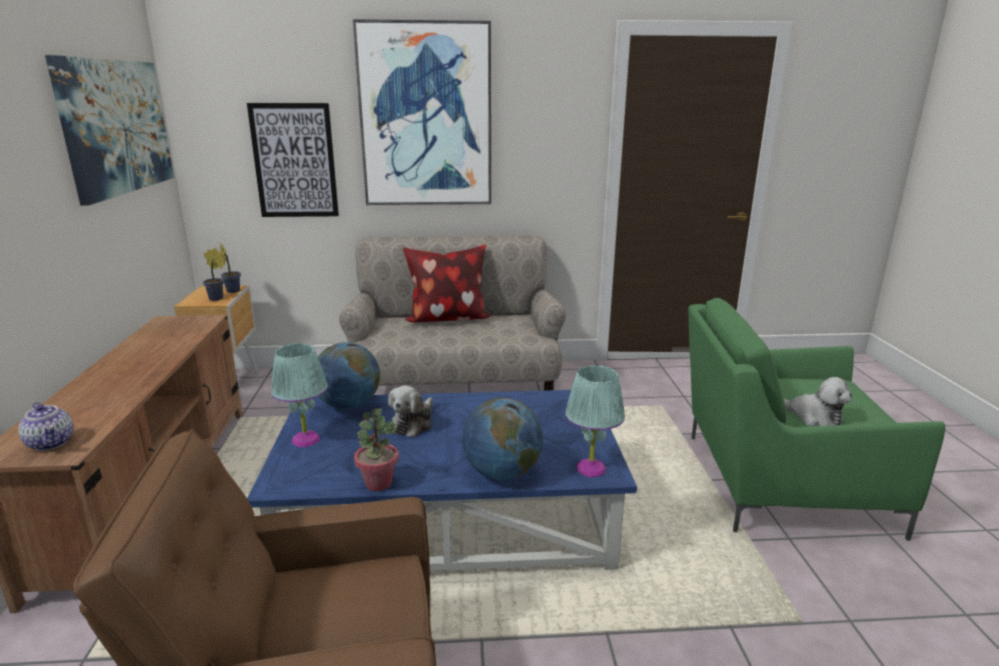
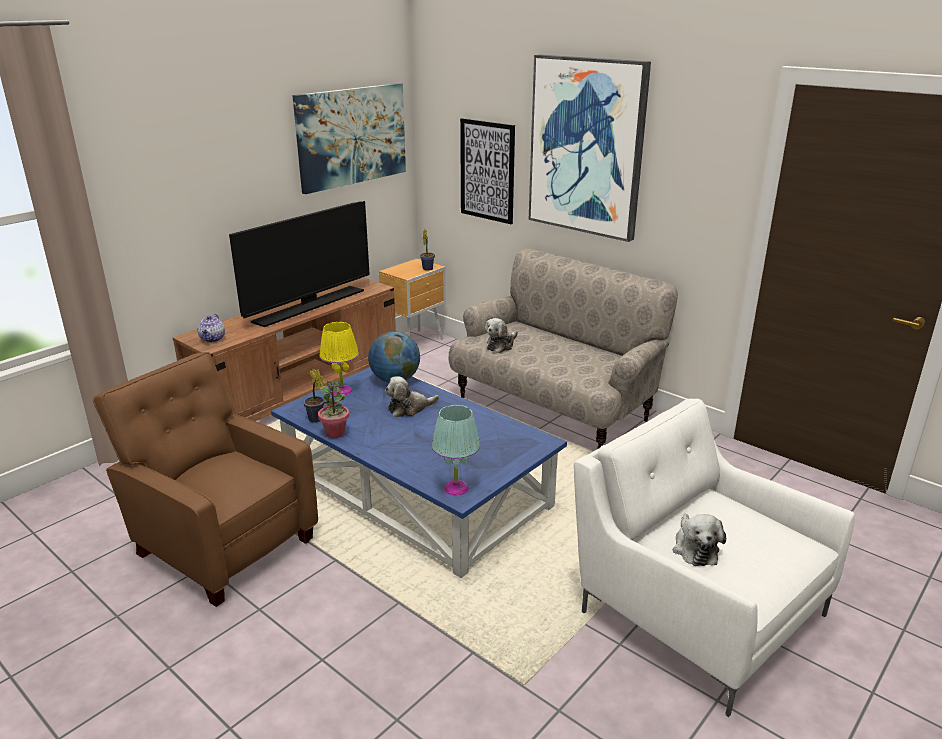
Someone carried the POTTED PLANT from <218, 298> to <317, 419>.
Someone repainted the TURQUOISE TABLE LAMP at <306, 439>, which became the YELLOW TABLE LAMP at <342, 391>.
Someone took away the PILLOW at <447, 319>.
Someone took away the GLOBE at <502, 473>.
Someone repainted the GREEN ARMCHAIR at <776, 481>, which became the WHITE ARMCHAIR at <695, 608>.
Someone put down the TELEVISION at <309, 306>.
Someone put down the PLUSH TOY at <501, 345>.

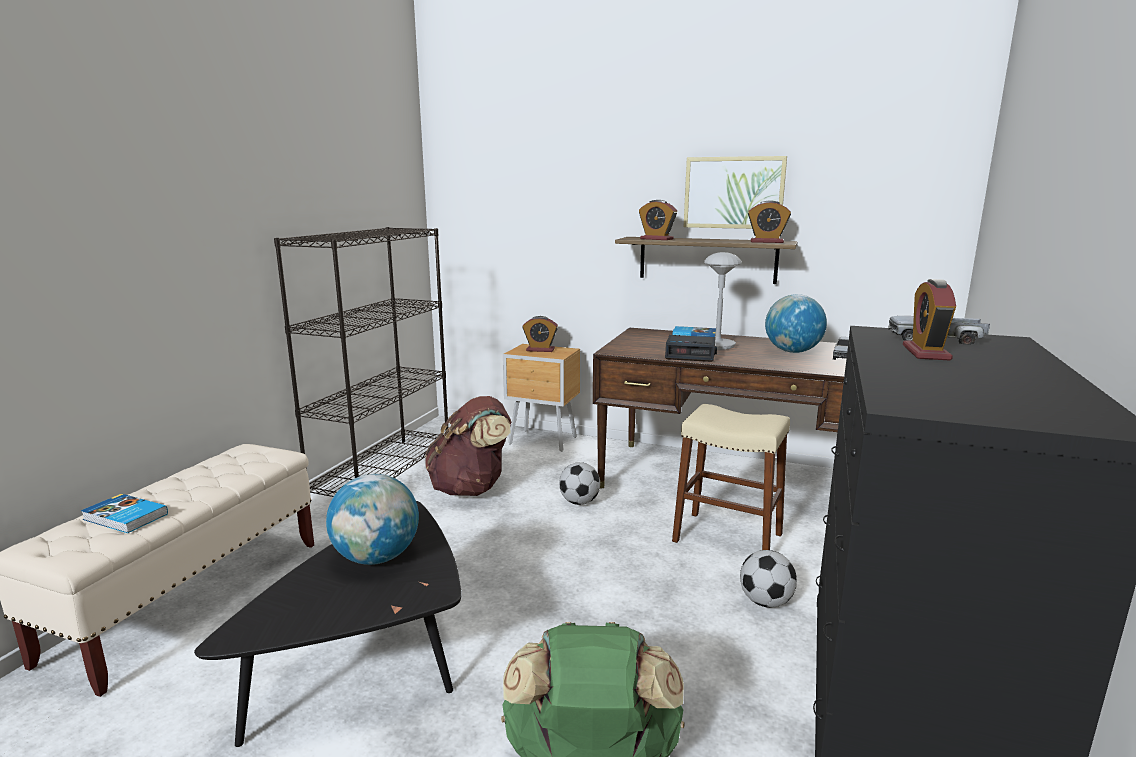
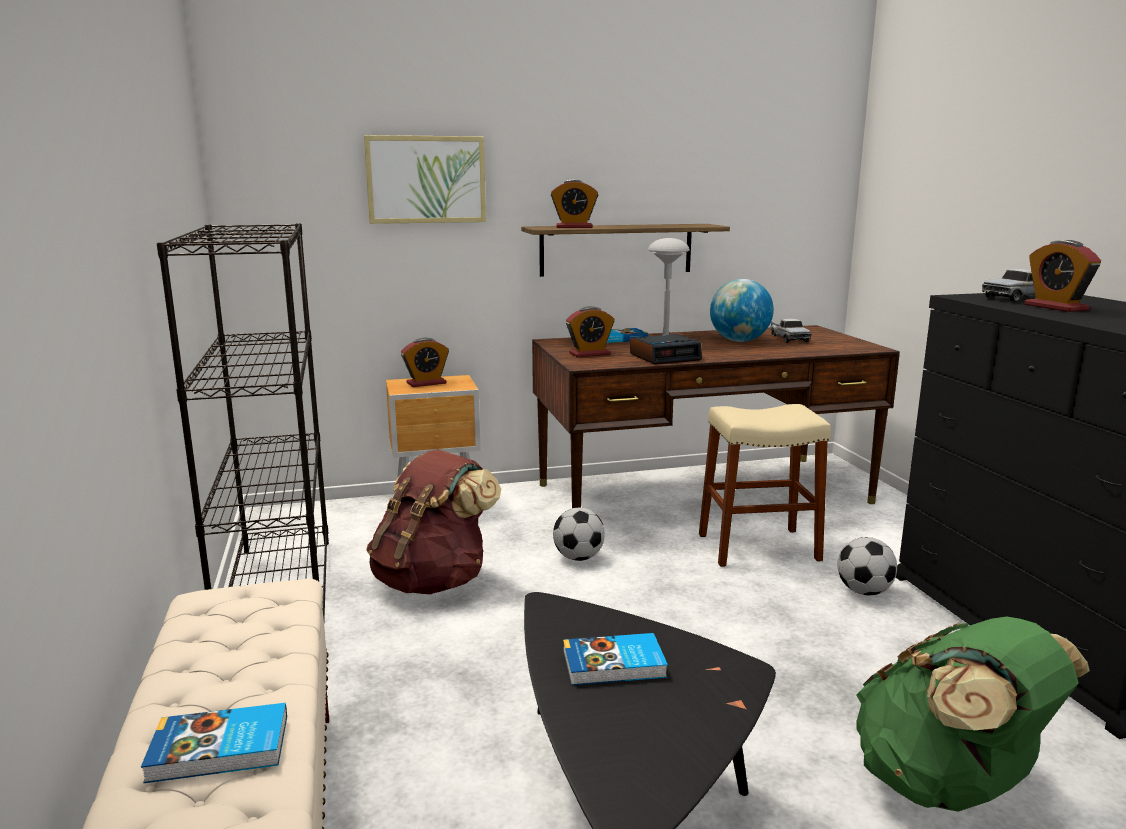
Someone swapped the GLOBE at <377, 557> for the BOOK at <614, 665>.
Someone carried the PICTURE from <733, 192> to <426, 179>.
Someone carried the ALARM CLOCK from <766, 242> to <589, 354>.

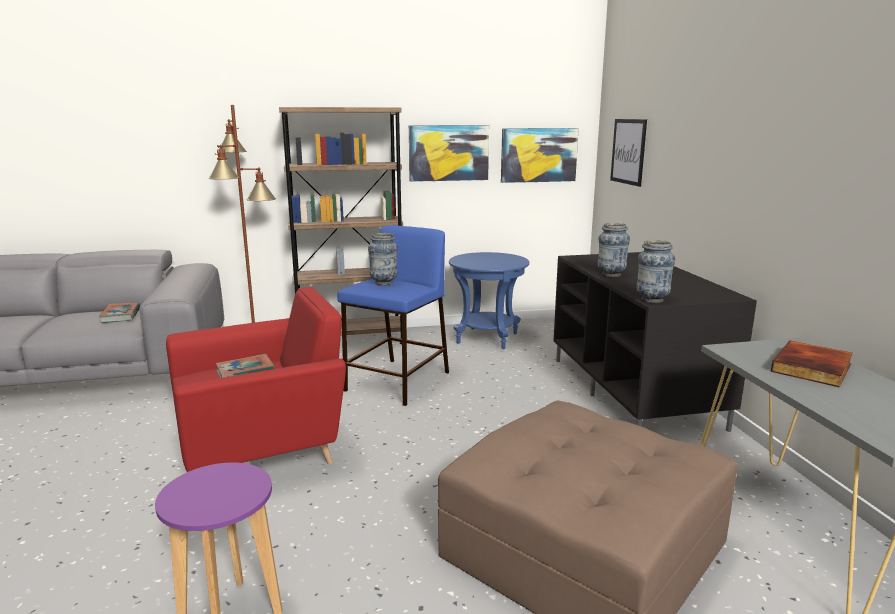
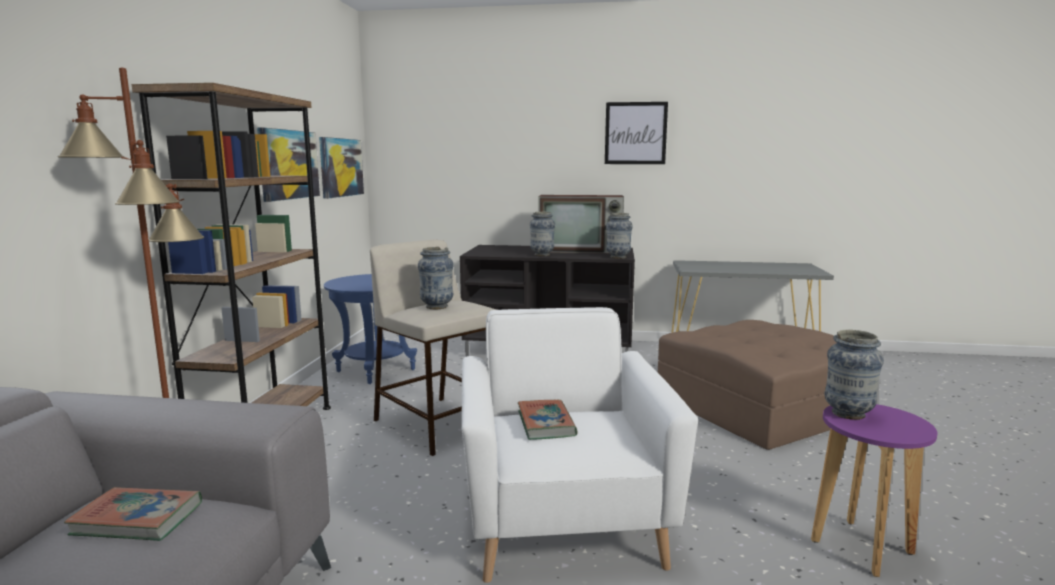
Someone repainted the RED ARMCHAIR at <263, 453>, which became the WHITE ARMCHAIR at <563, 518>.
Someone repainted the BLUE STOOL at <397, 382>, which became the BEIGE STOOL at <439, 425>.
Someone carried the PICTURE from <628, 151> to <635, 133>.
Someone took away the BOOK at <813, 368>.
Someone put down the TELEVISION at <582, 250>.
Someone put down the VASE at <848, 414>.

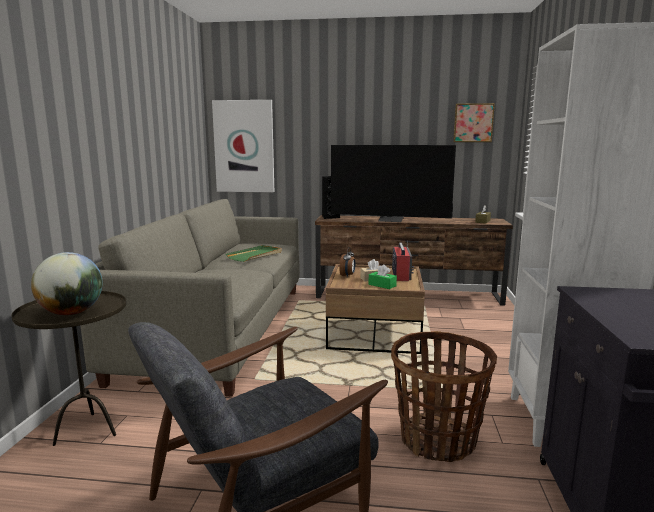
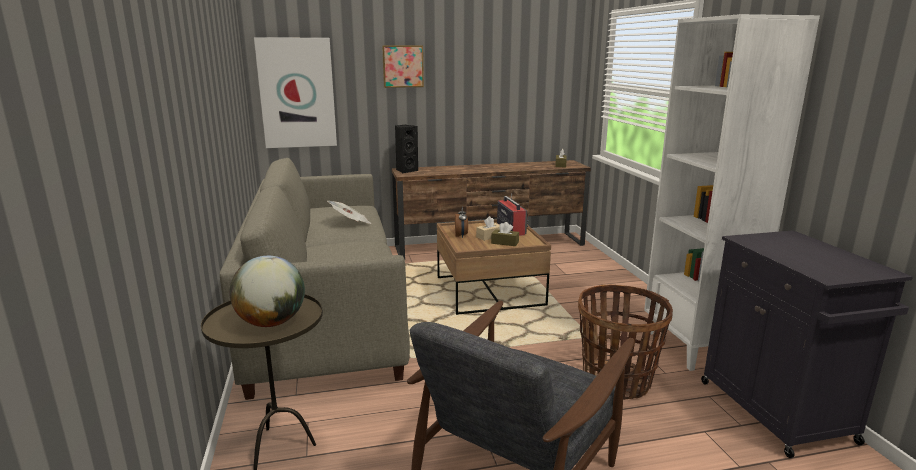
Someone swapped the GREEN TRAY at <255, 255> for the NEWSPAPER at <350, 223>.
Someone took away the TELEVISION at <390, 220>.
Someone repainted the GREEN TISSUE BOX at <382, 285>, which became the BROWN TISSUE BOX at <505, 243>.
Someone carried the PICTURE from <473, 123> to <402, 66>.

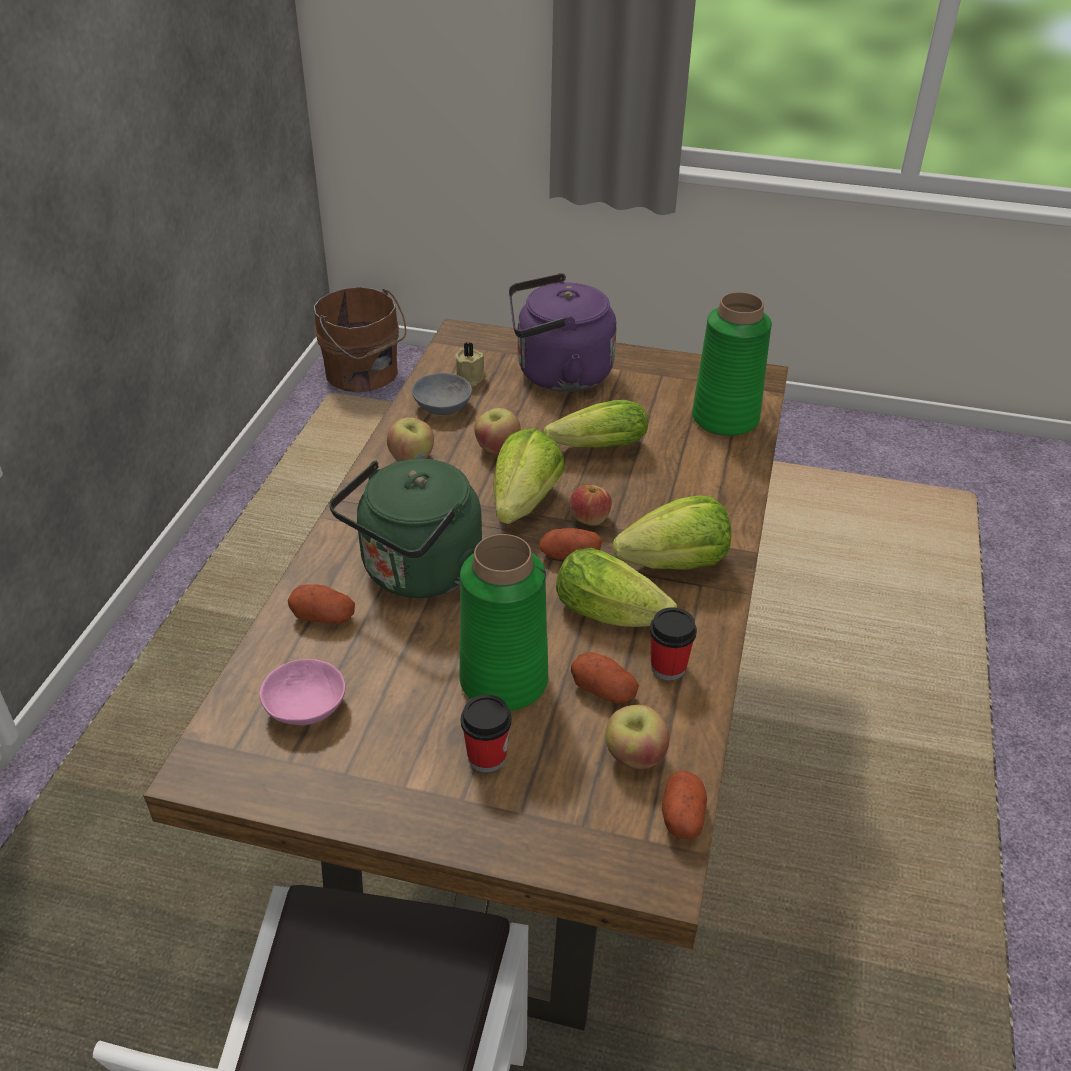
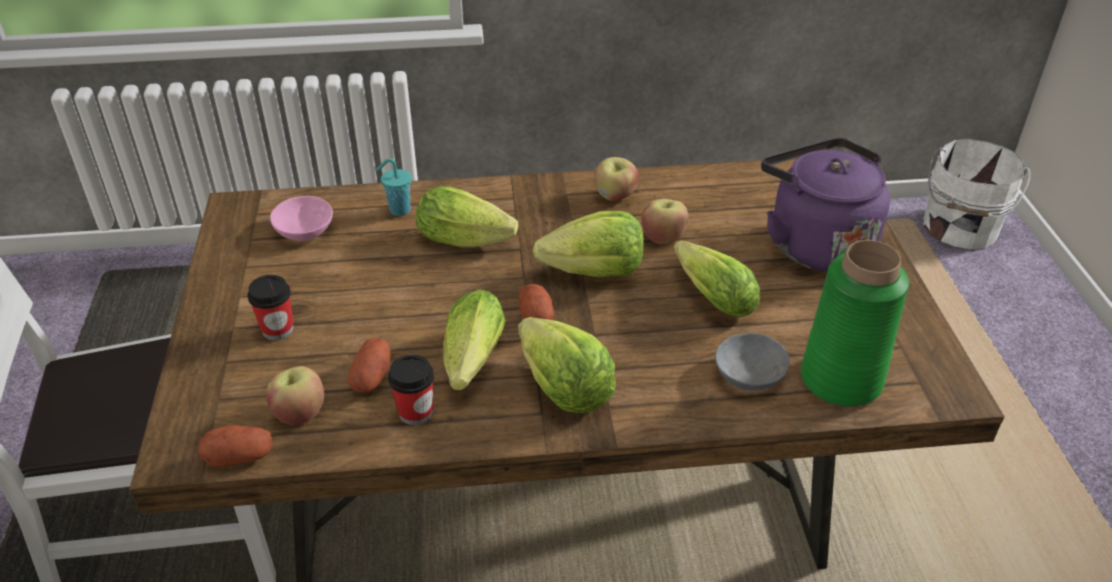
Someone swapped the POTATO at <324, 617> for the TURQUOISE CUP at <398, 210>.
Someone repainted the BROWN BUCKET at <363, 374>, which became the WHITE BUCKET at <959, 228>.
Someone swapped the GREEN KETTLE at <418, 573> for the LETTUCE at <469, 240>.
Someone carried the GREY BOWL from <440, 406> to <747, 373>.
Someone took away the BEIGE CANDLE at <471, 378>.
Someone took away the GREEN VASE at <503, 680>.
Someone took away the APPLE at <589, 518>.

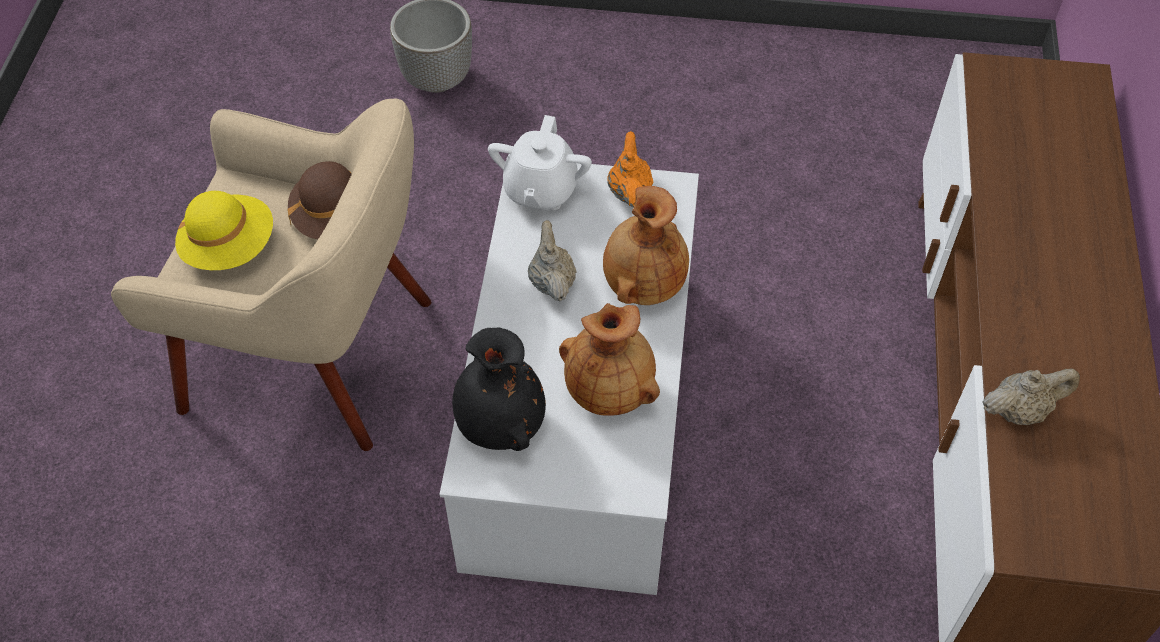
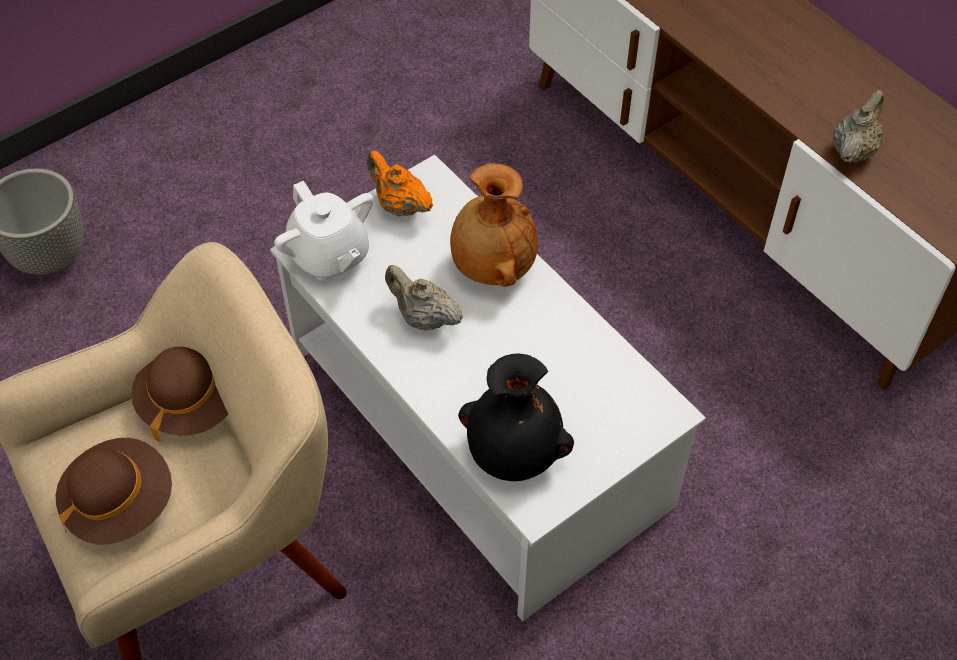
Someone repainted the YELLOW HAT at <229, 247>, which became the BROWN HAT at <120, 503>.
Someone took away the BROWN VASE at <610, 389>.

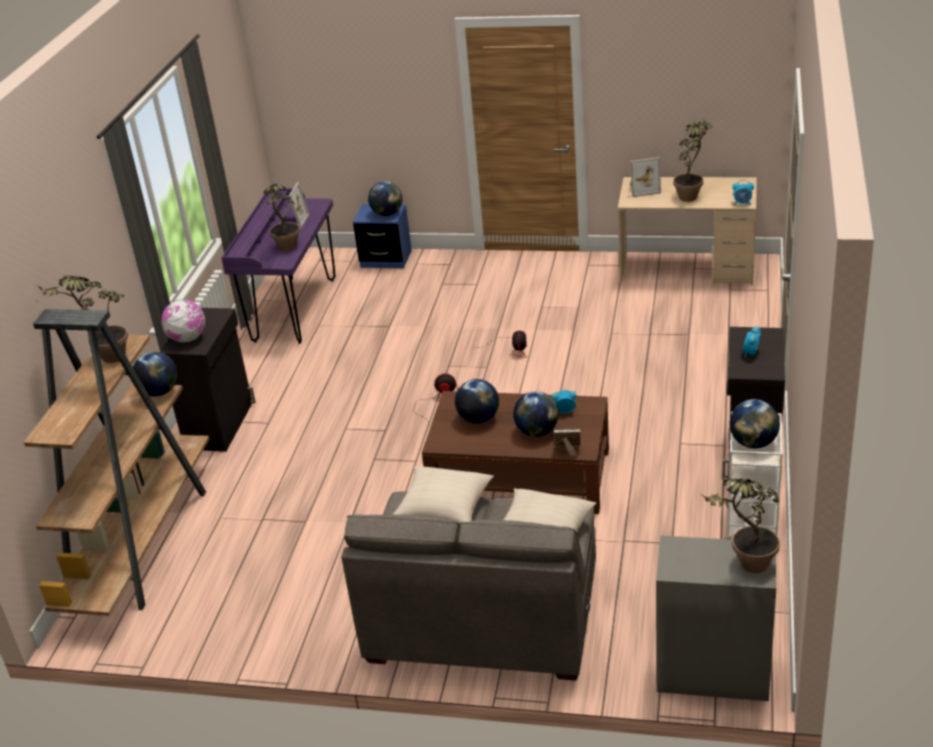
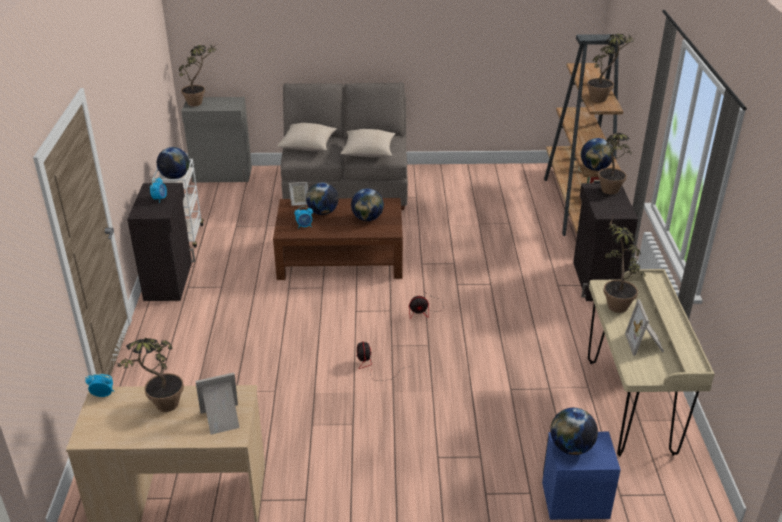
Someone swapped the GLOBE at <188, 338> for the POTTED PLANT at <609, 193>.
Someone repainted the PURPLE DESK at <294, 310>, which became the BEIGE DESK at <630, 406>.

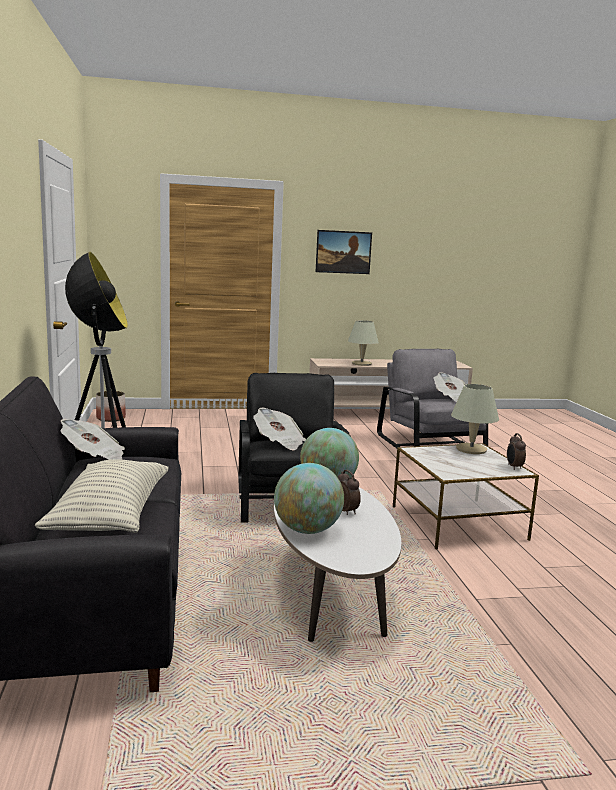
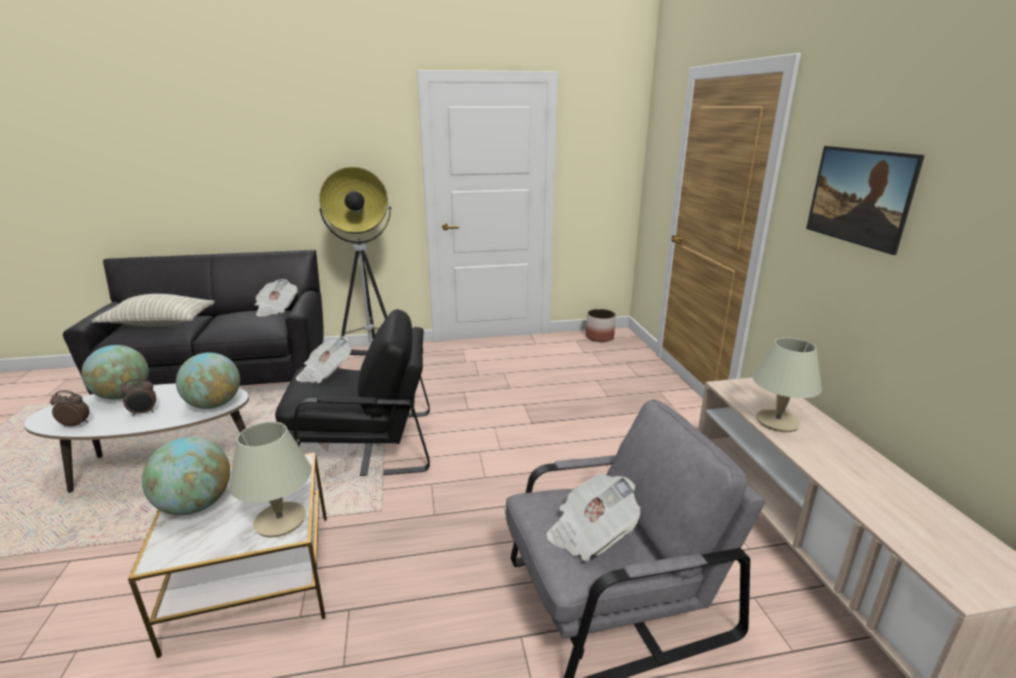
Someone carried the ALARM CLOCK from <514, 467> to <76, 425>.
Someone put down the GLOBE at <196, 505>.

